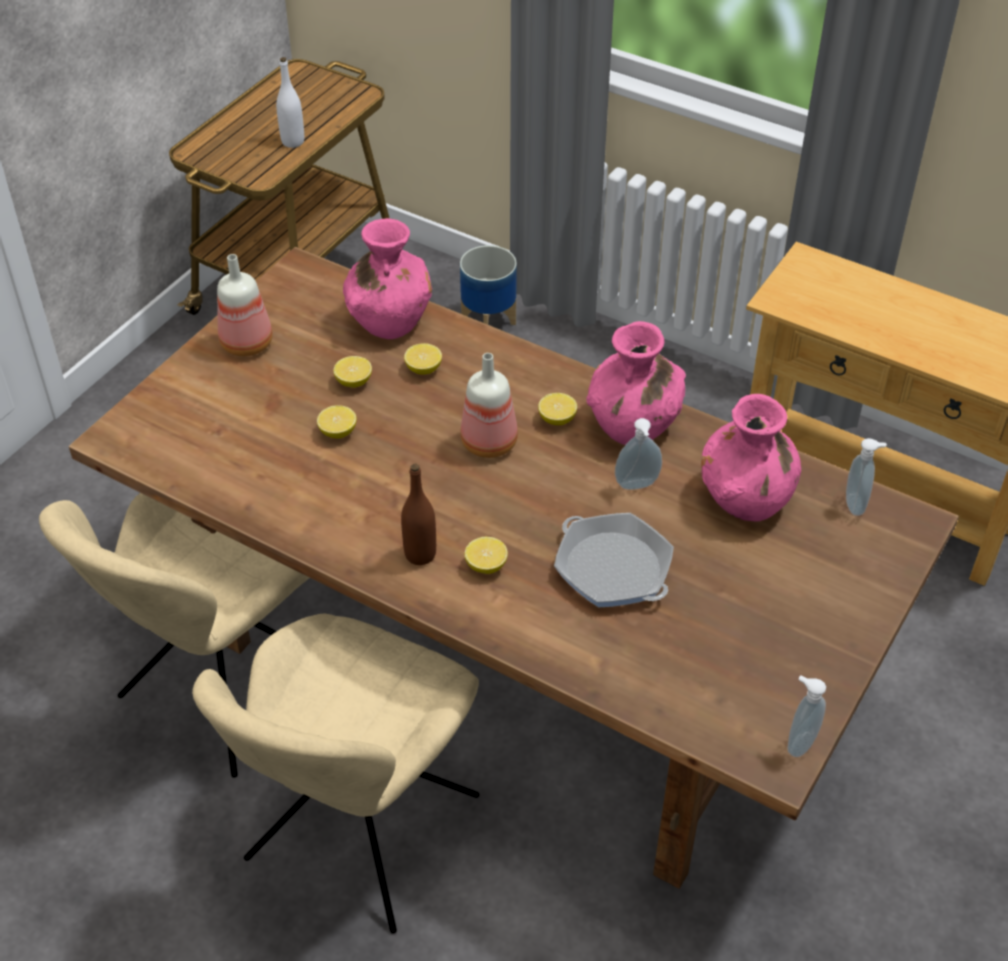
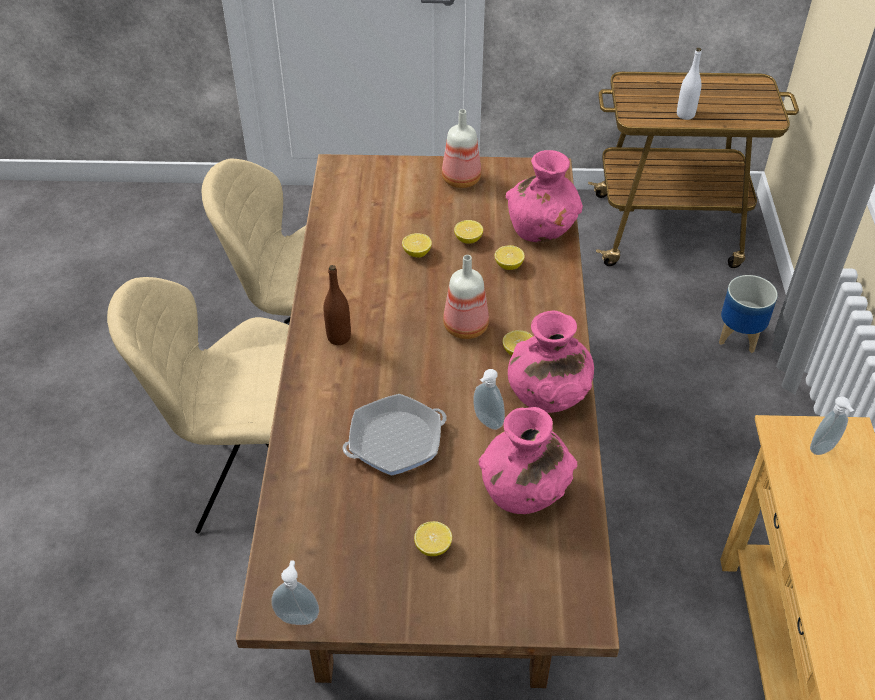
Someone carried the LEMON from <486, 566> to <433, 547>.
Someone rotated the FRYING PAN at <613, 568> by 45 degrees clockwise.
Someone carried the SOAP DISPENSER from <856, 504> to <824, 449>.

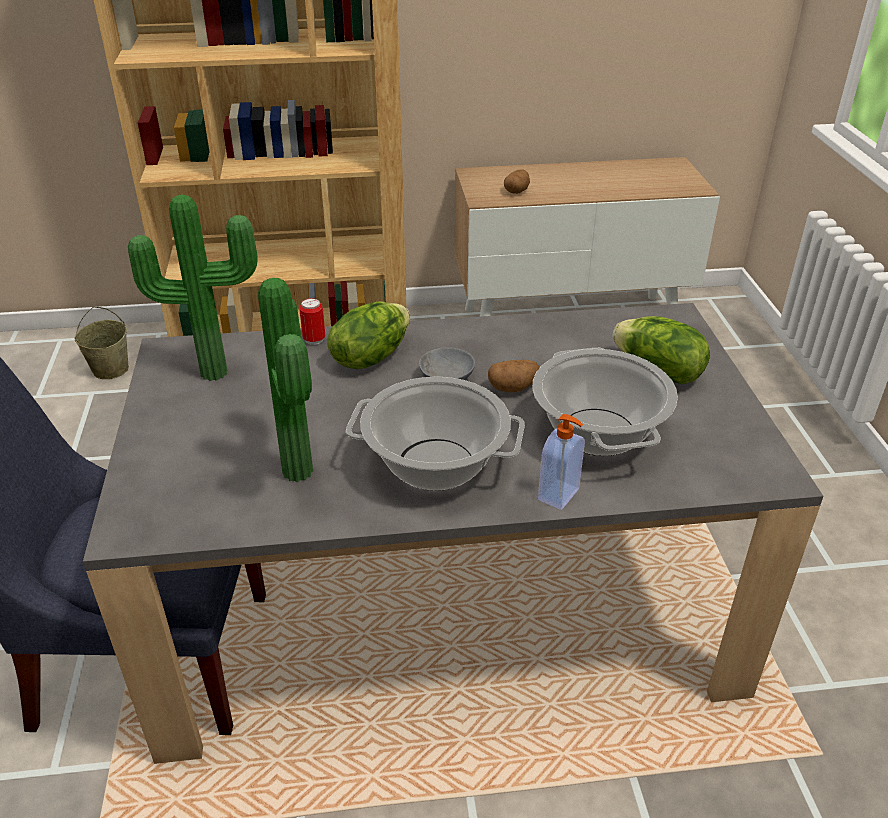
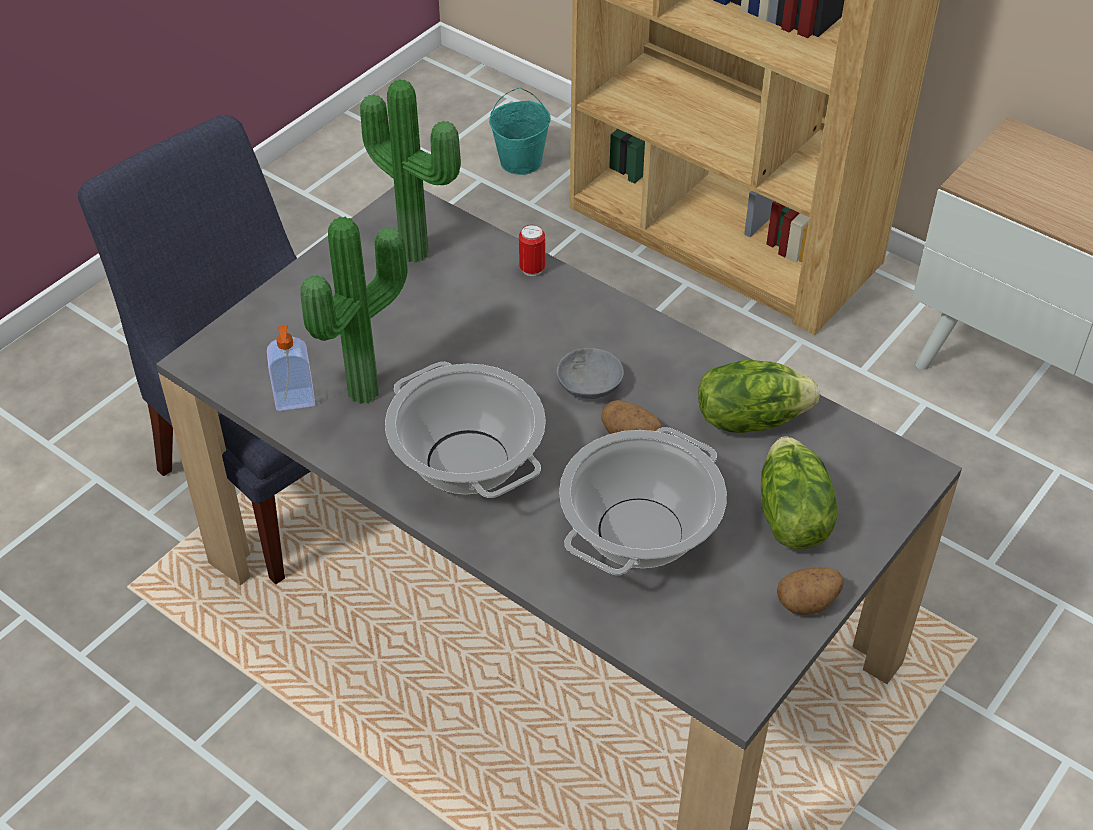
Someone repainted the BEIGE BUCKET at <110, 369>, which became the TURQUOISE BUCKET at <521, 161>.
Someone carried the LETTUCE from <370, 356> to <750, 418>.
Someone carried the POTATO from <516, 191> to <807, 602>.
Someone carried the SOAP DISPENSER from <559, 495> to <295, 400>.

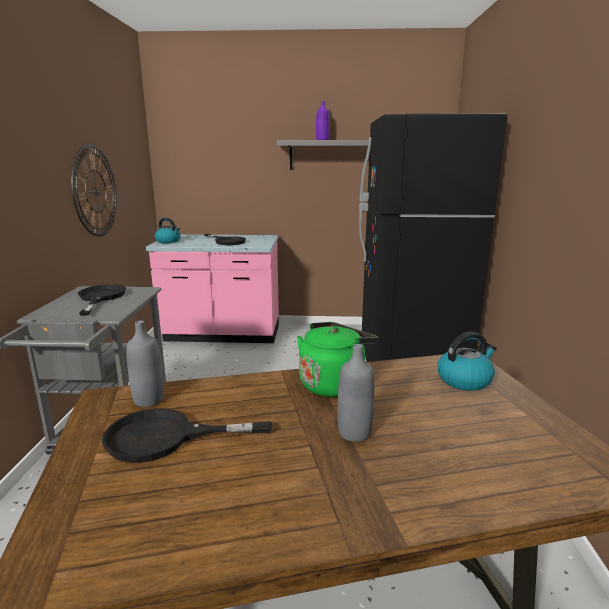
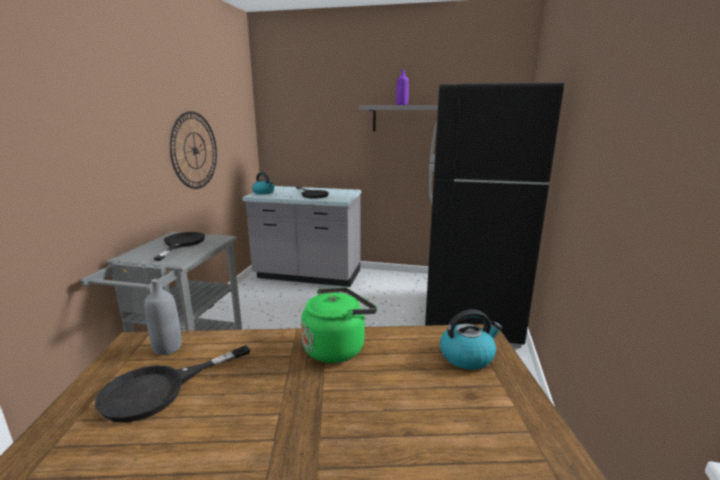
Someone rotated the BLACK FRYING PAN at <165, 438> by 45 degrees counterclockwise.
Someone repainted the PINK COUNTER at <222, 335>, which became the GREY COUNTER at <308, 275>.
Someone took away the GREY BOTTLE at <354, 433>.

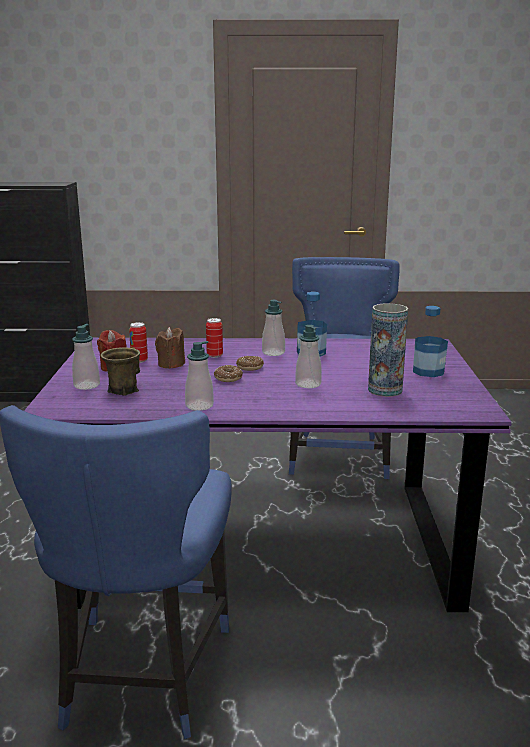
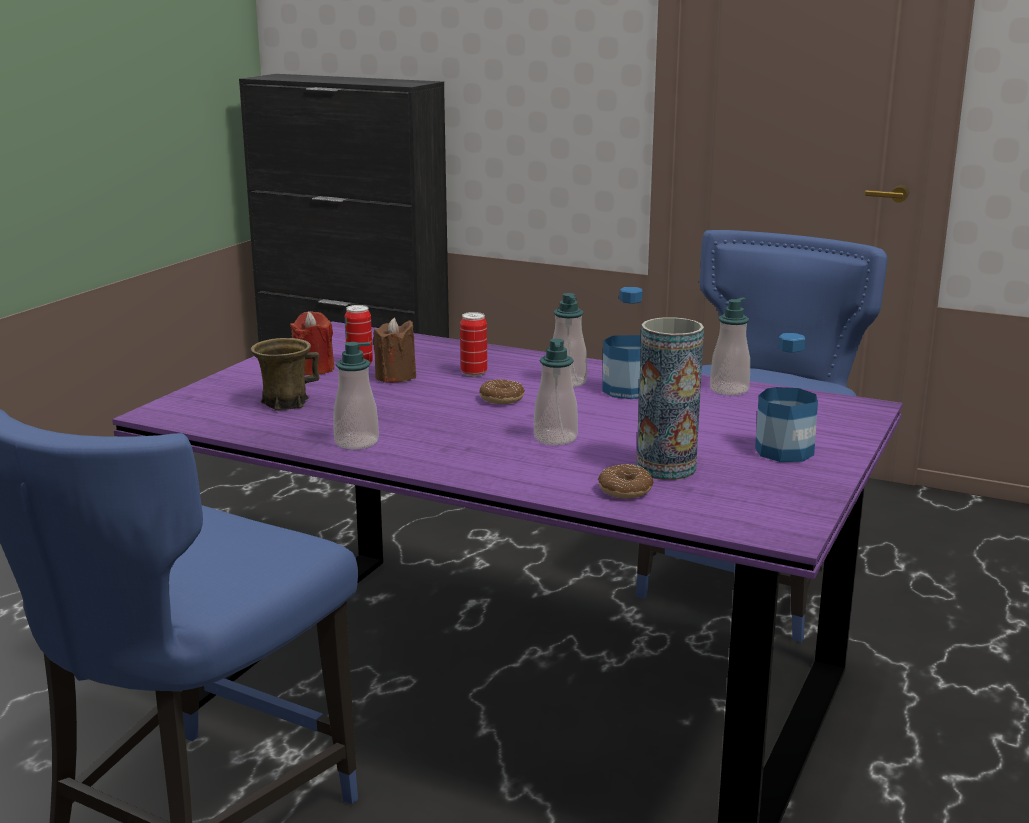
Someone carried the SOAP DISPENSER from <86, 385> to <729, 390>.
Someone carried the DONUT from <228, 378> to <625, 490>.

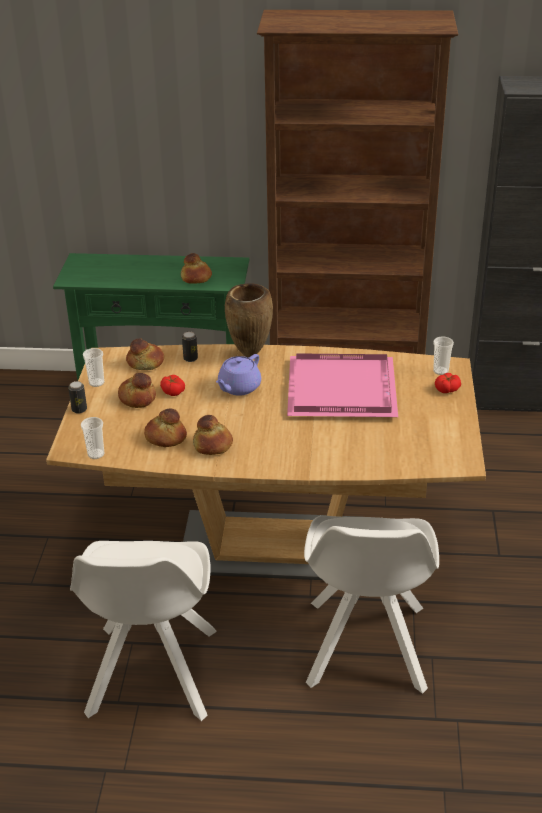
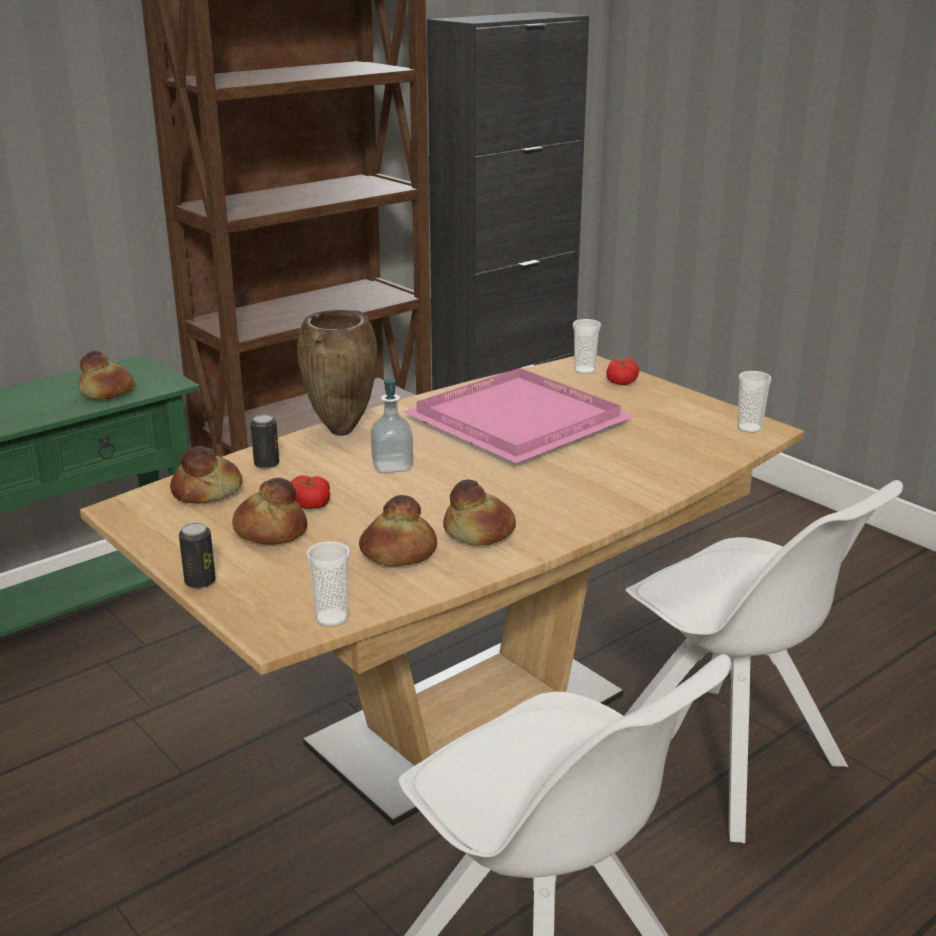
Someone carried the CUP from <96, 383> to <749, 428>.
Someone swapped the PURPLE TEAPOT at <238, 388> for the SOAP DISPENSER at <392, 466>.

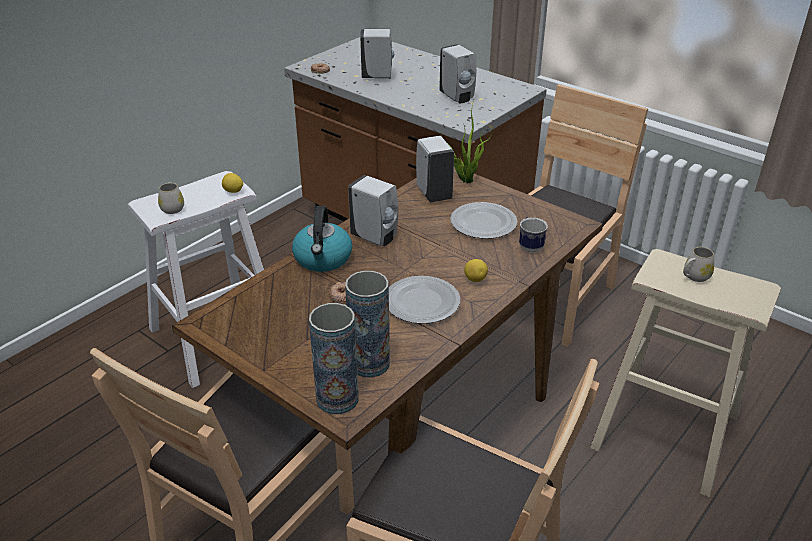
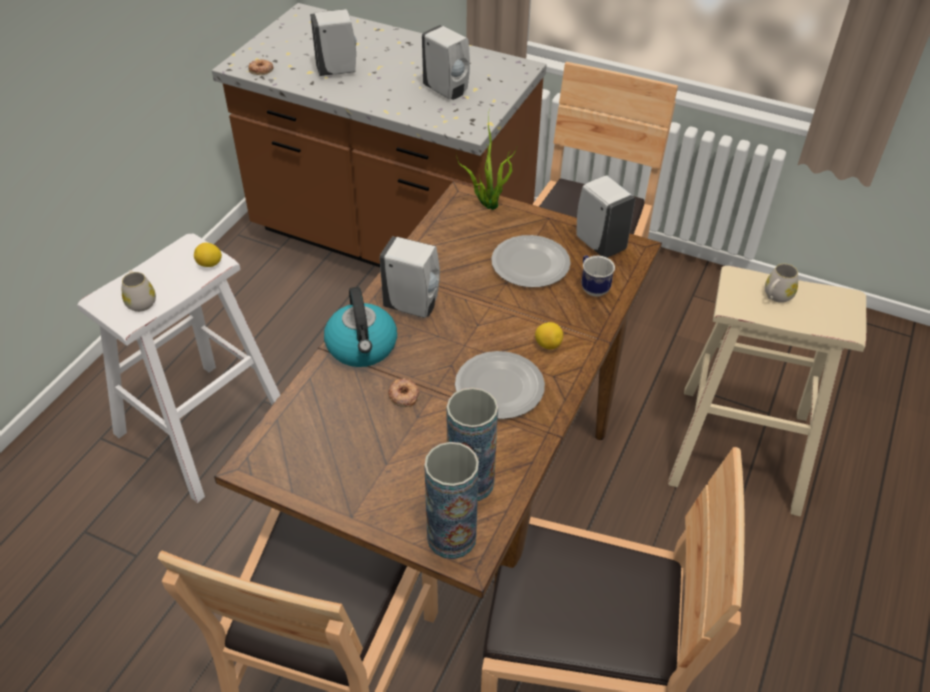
Someone carried the WHITE SOAP DISPENSER from <433, 193> to <599, 243>.

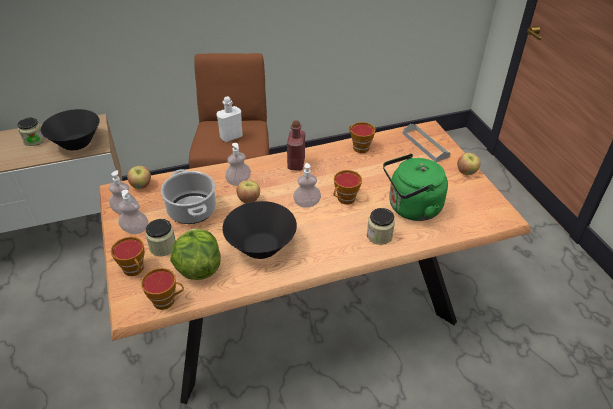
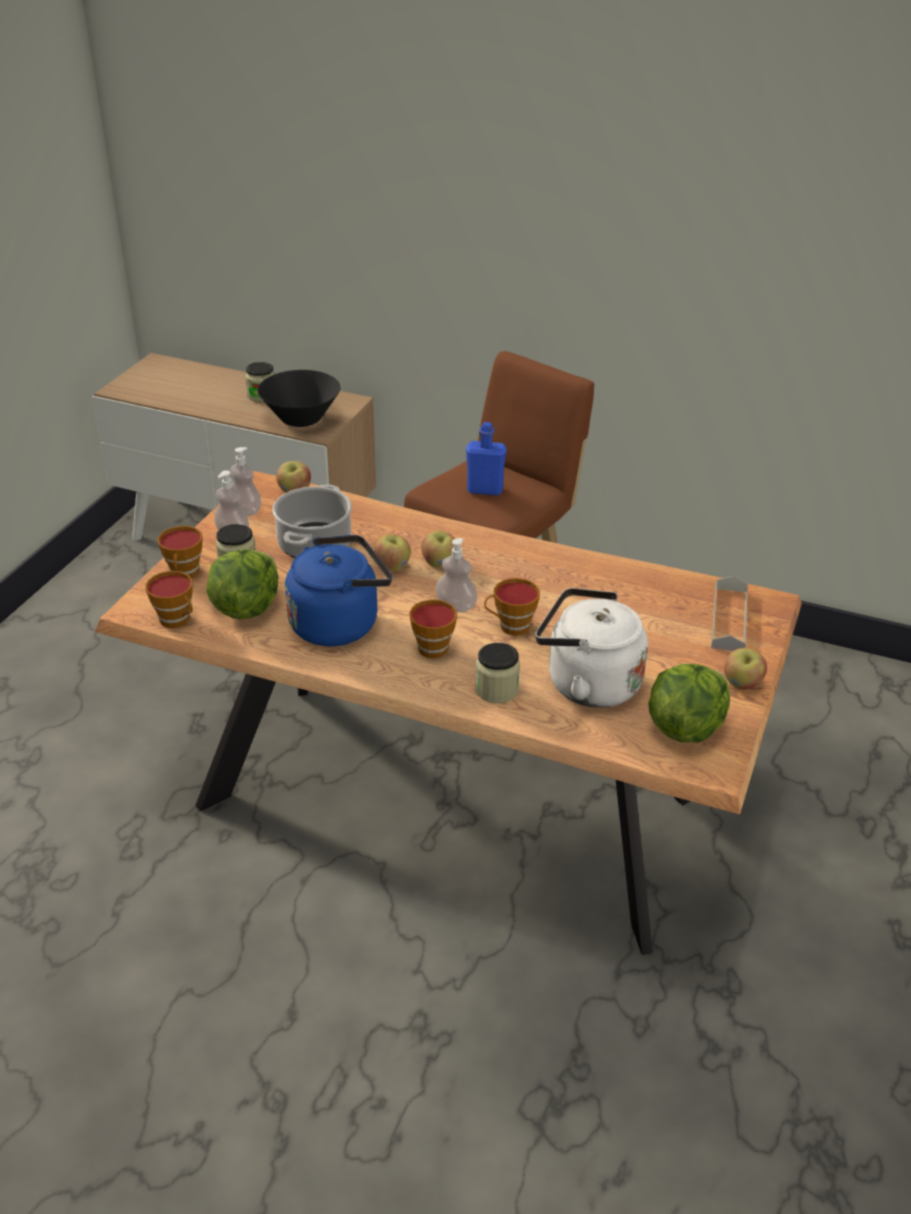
Someone repainted the WHITE BOTTLE at <231, 137>, which became the BLUE BOTTLE at <485, 490>.
Someone swapped the BLACK BOWL at <261, 247> for the BLUE KETTLE at <339, 623>.
Someone took away the SOAP DISPENSER at <238, 181>.
Someone took away the RED BOTTLE at <296, 164>.
Someone carried the CUP from <359, 147> to <432, 646>.
Someone repainted the GREEN KETTLE at <411, 208>, which became the WHITE KETTLE at <587, 683>.
Someone put down the APPLE at <439, 563>.
Someone put down the LETTUCE at <685, 727>.

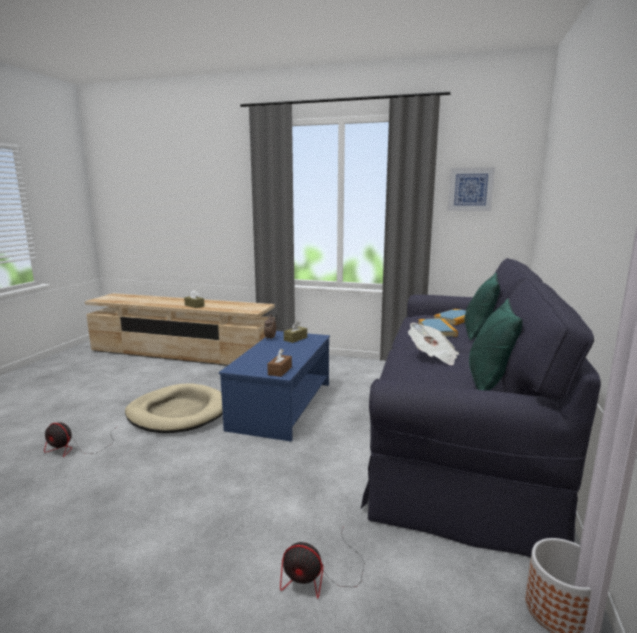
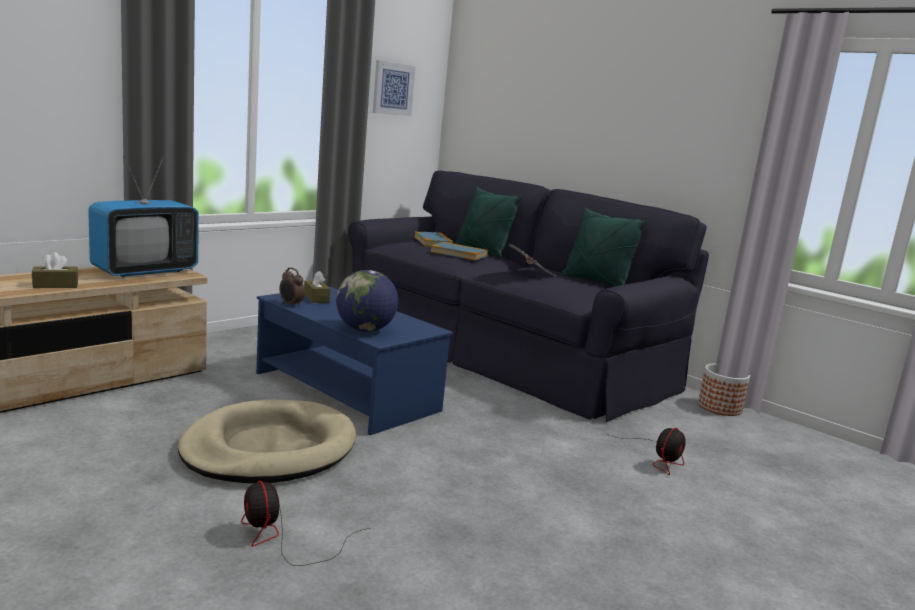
Someone rotated the FAN at <76, 448> by 105 degrees clockwise.
Someone took away the BROWN TISSUE BOX at <280, 371>.
Someone put down the TELEVISION at <145, 271>.
Someone put down the GLOBE at <365, 330>.

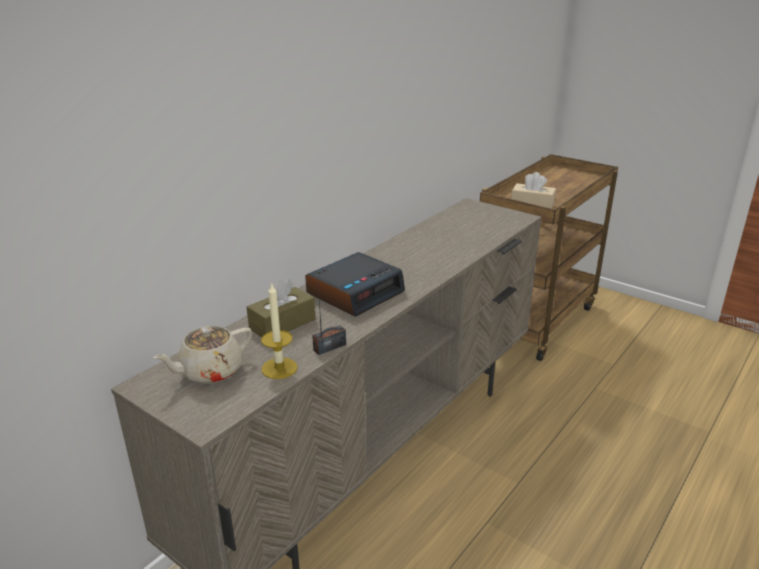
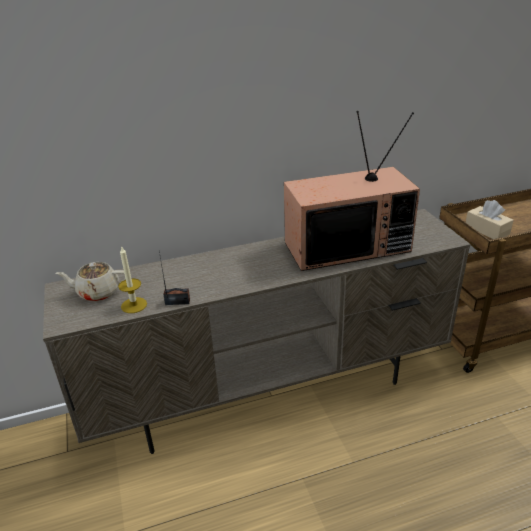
Someone took away the BROWN TISSUE BOX at <282, 324>.
Someone took away the ALARM CLOCK at <355, 292>.
Someone put down the TELEVISION at <347, 246>.

